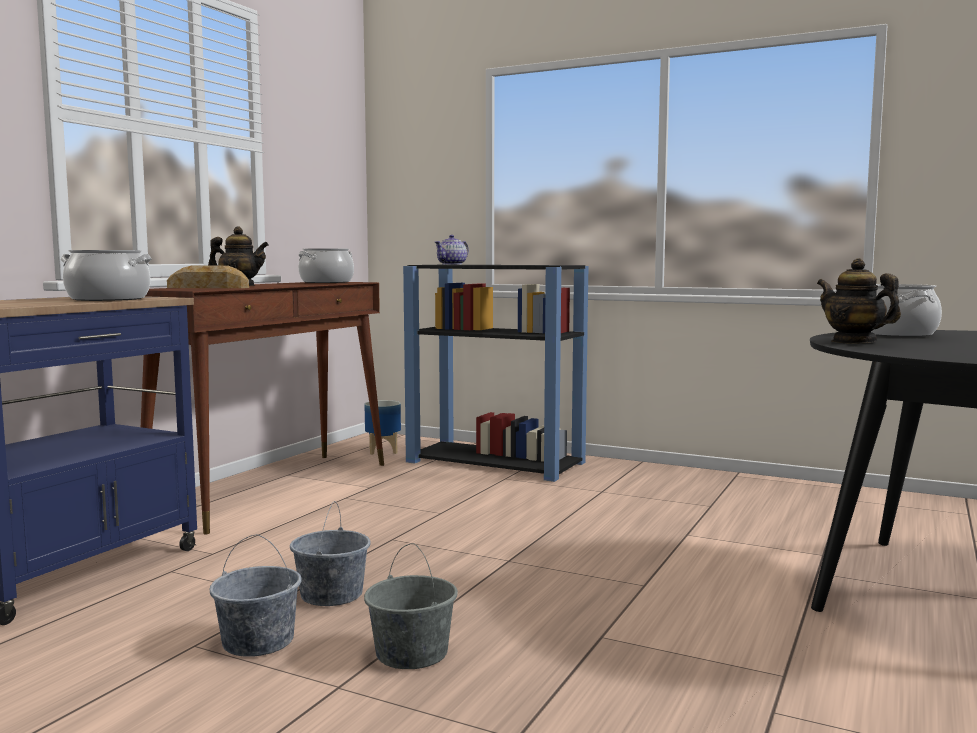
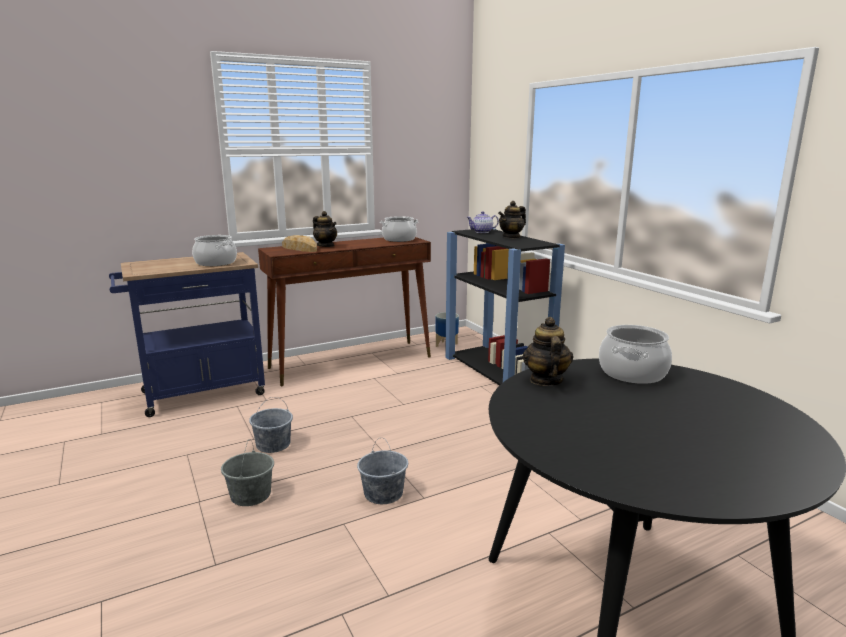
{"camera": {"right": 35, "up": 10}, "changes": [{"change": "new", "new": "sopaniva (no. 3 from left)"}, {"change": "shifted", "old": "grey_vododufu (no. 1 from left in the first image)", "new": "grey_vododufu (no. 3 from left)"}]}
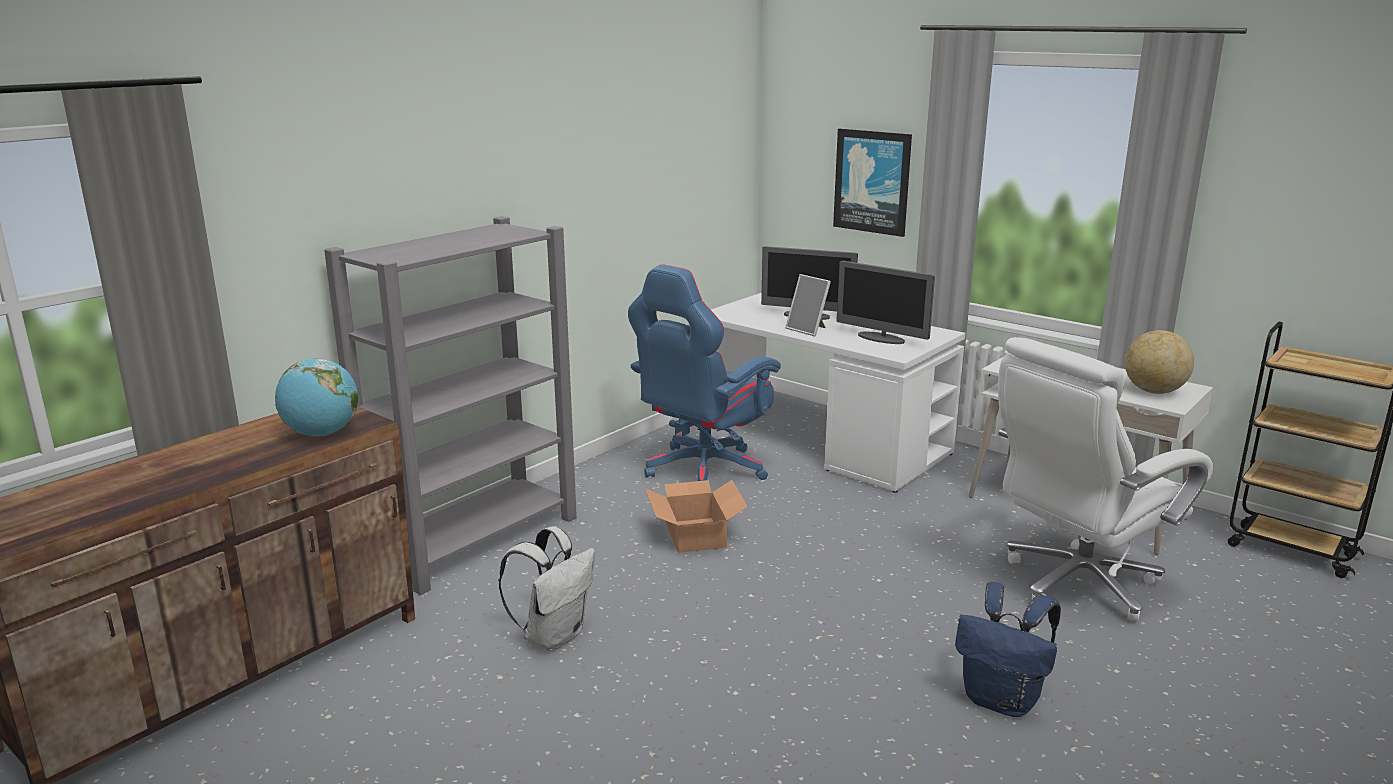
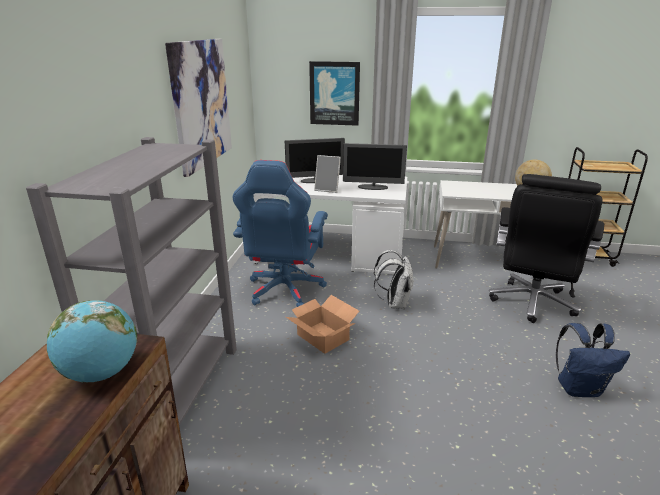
{"camera": {"right": -30, "up": 5}, "changes": [{"change": "new", "new": "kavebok (no. 1 from left)"}, {"change": "shifted", "old": "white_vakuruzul"}, {"change": "repainted", "old": "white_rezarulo", "new": "black_rezarulo"}]}
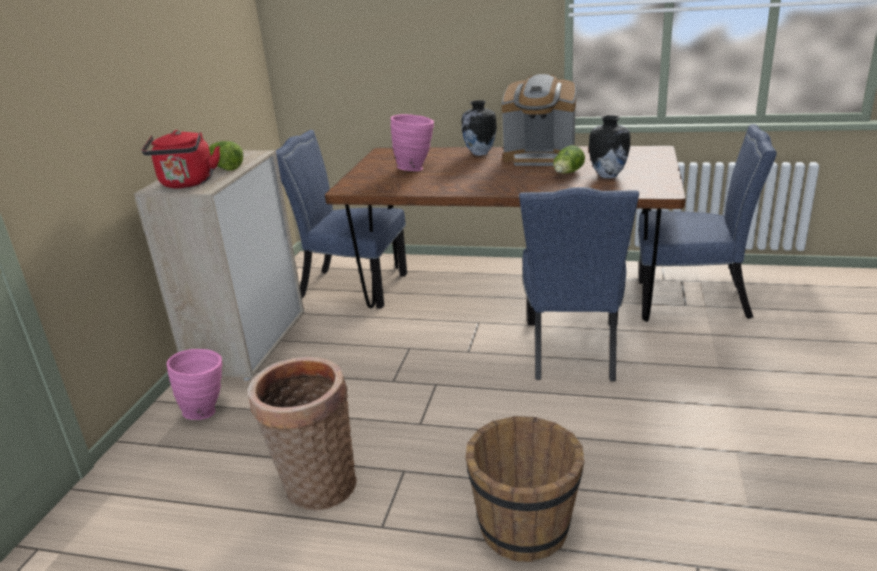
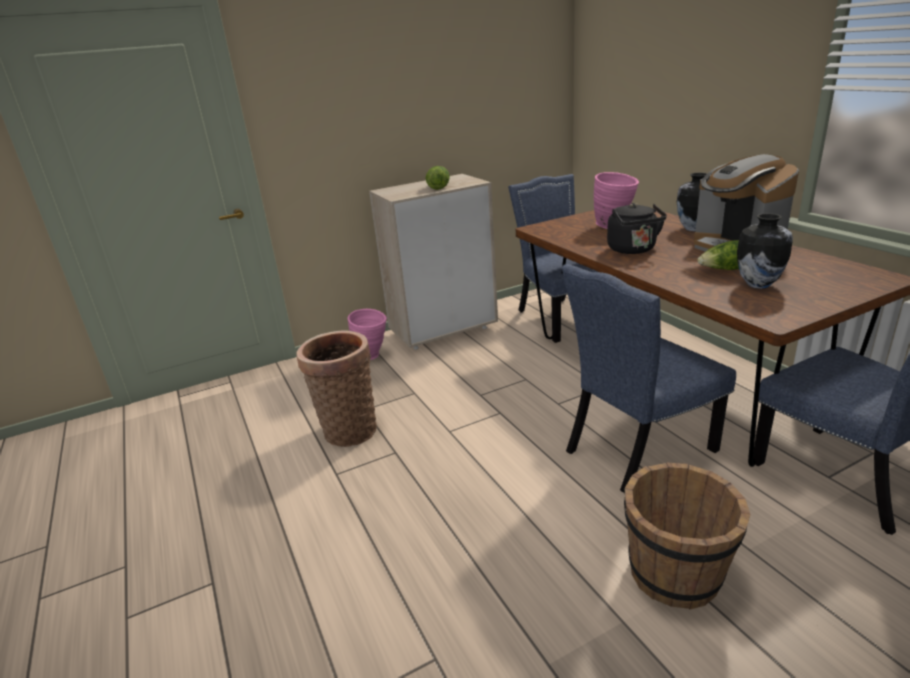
{"camera": {"right": 50, "up": 0}, "changes": [{"change": "gone", "old": "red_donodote"}, {"change": "new", "new": "black_donodote"}, {"change": "shifted", "old": "brown_vododufu"}]}
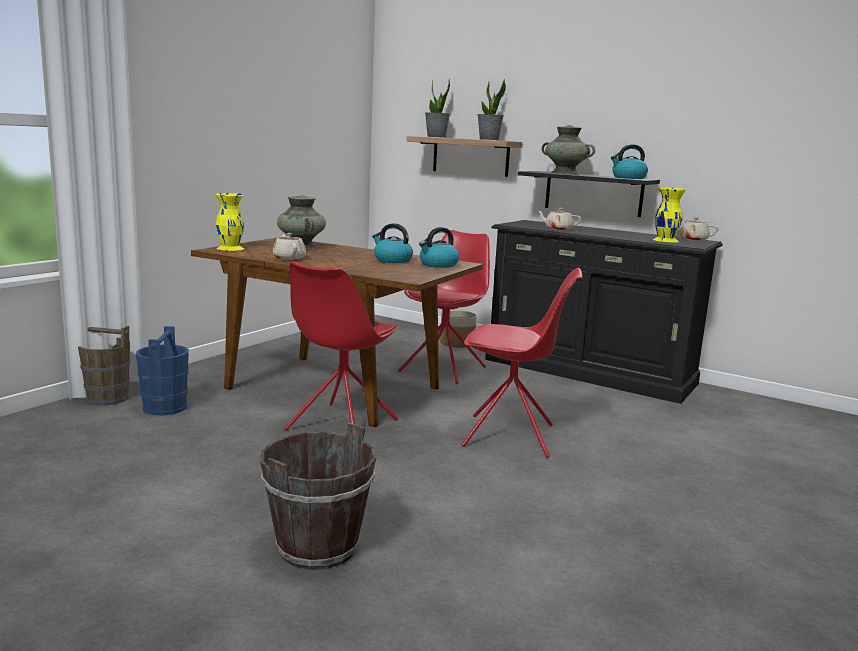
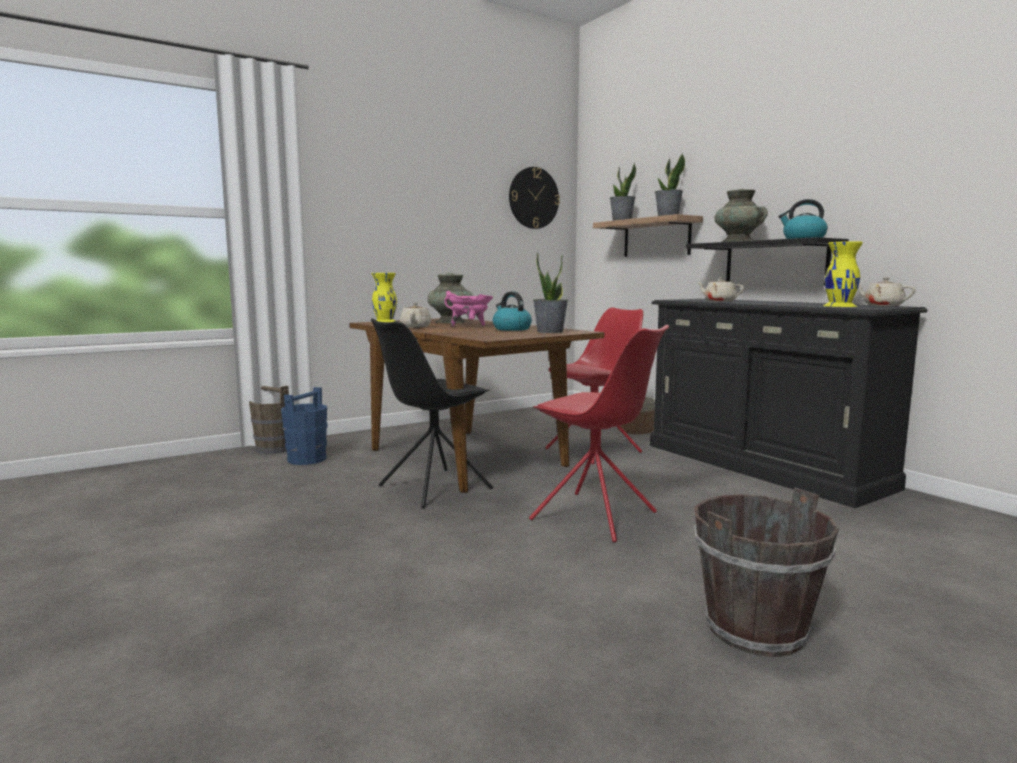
{"camera": {"right": 25, "up": -5}, "changes": [{"change": "new", "new": "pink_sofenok"}, {"change": "new", "new": "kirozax"}, {"change": "shifted", "old": "brown_vododufu (no. 2 from left)"}, {"change": "swapped", "old": "donodote (no. 2 from left)", "new": "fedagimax (no. 1 from left)"}, {"change": "repainted", "old": "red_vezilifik (no. 1 from left)", "new": "black_vezilifik"}]}
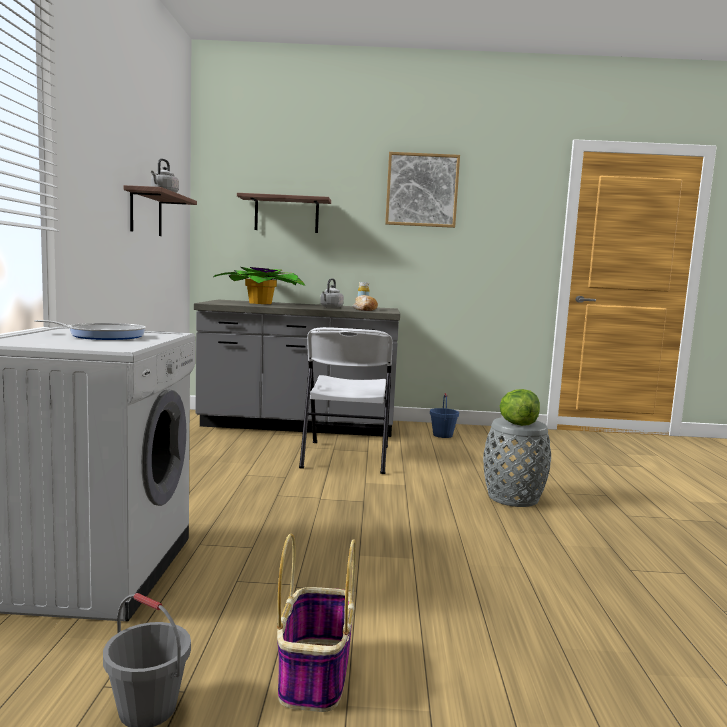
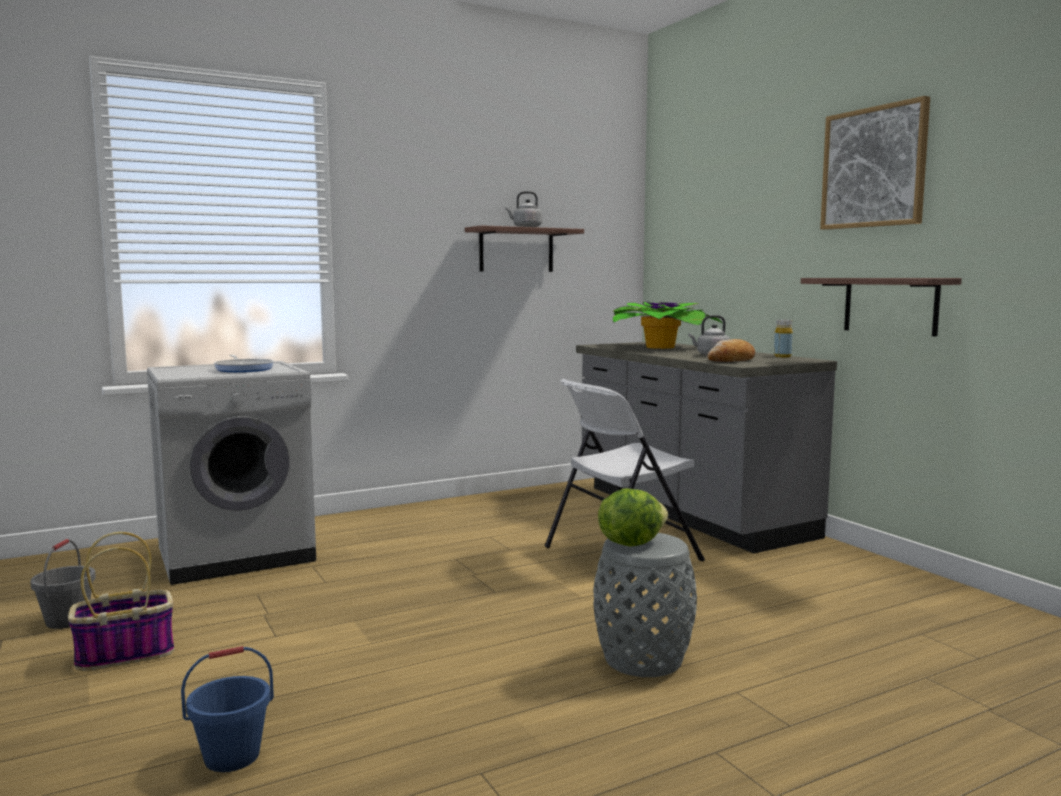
{"camera": {"right": 60, "up": 0}, "changes": [{"change": "shifted", "old": "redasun (no. 2 from left)"}, {"change": "shifted", "old": "blue_vododufu"}]}
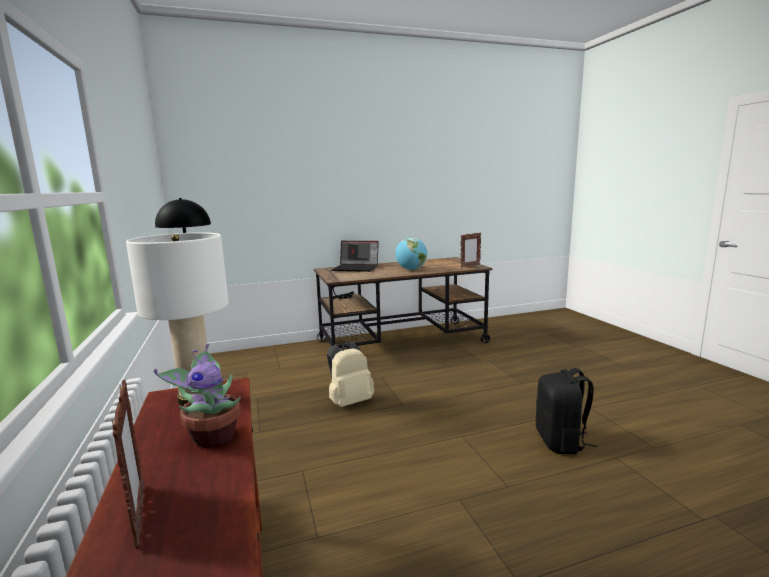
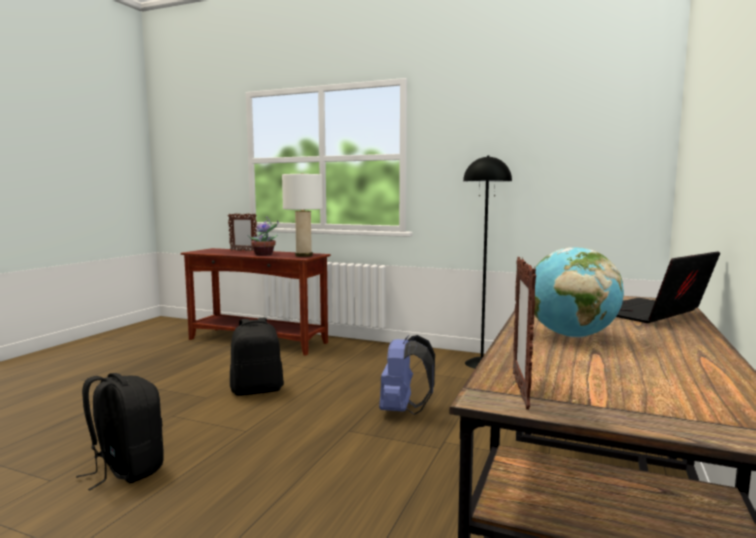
{"camera": {"right": 130, "up": -5}, "changes": [{"change": "new", "new": "black_vakuruzul (no. 2 from left)"}, {"change": "repainted", "old": "beige_vakuruzul", "new": "blue_vakuruzul"}]}
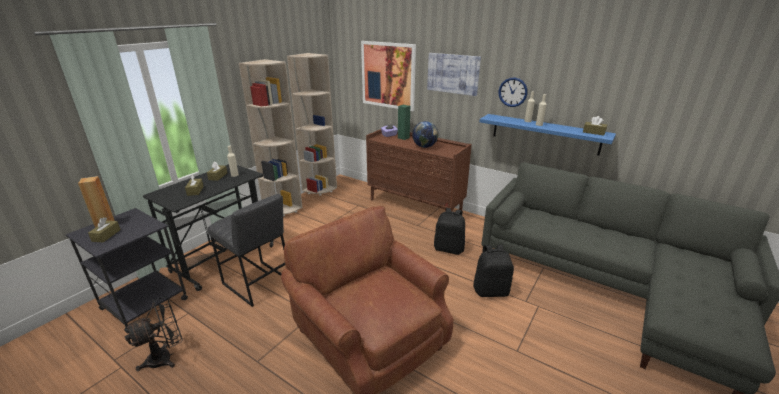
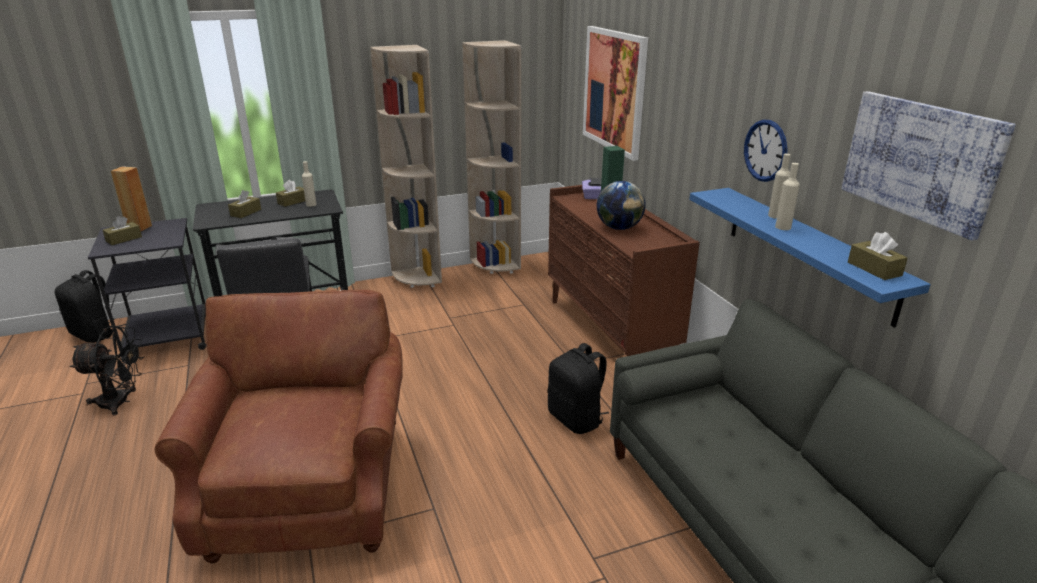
{"camera": {"right": 35, "up": 0}, "changes": [{"change": "shifted", "old": "kavebok (no. 2 from left)"}, {"change": "shifted", "old": "black_vakuruzul (no. 2 from left in the first image)", "new": "black_vakuruzul (no. 1 from left)"}]}
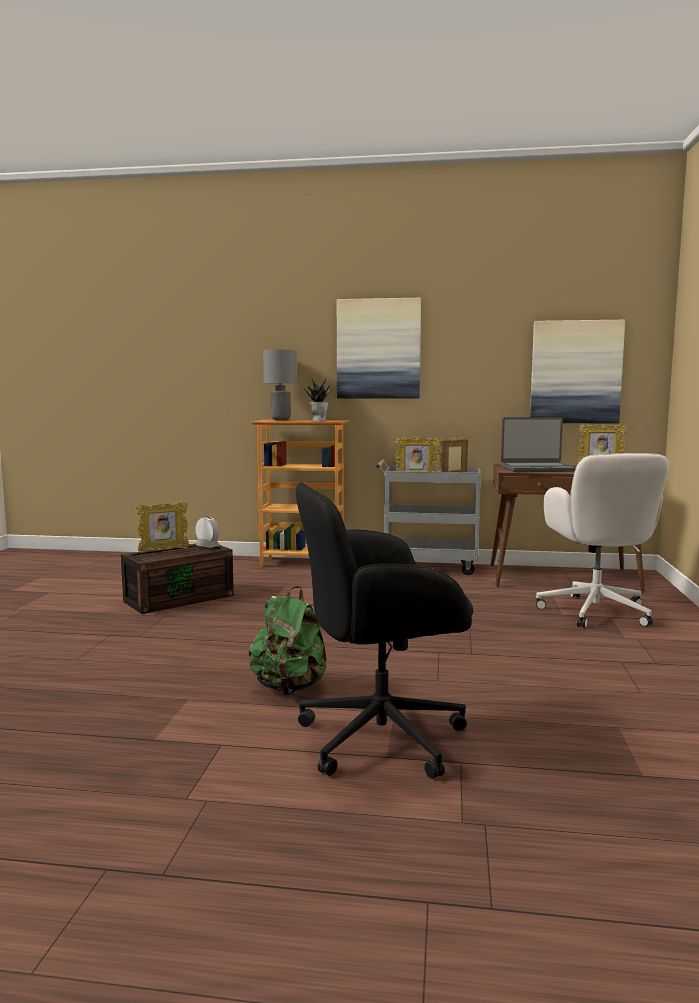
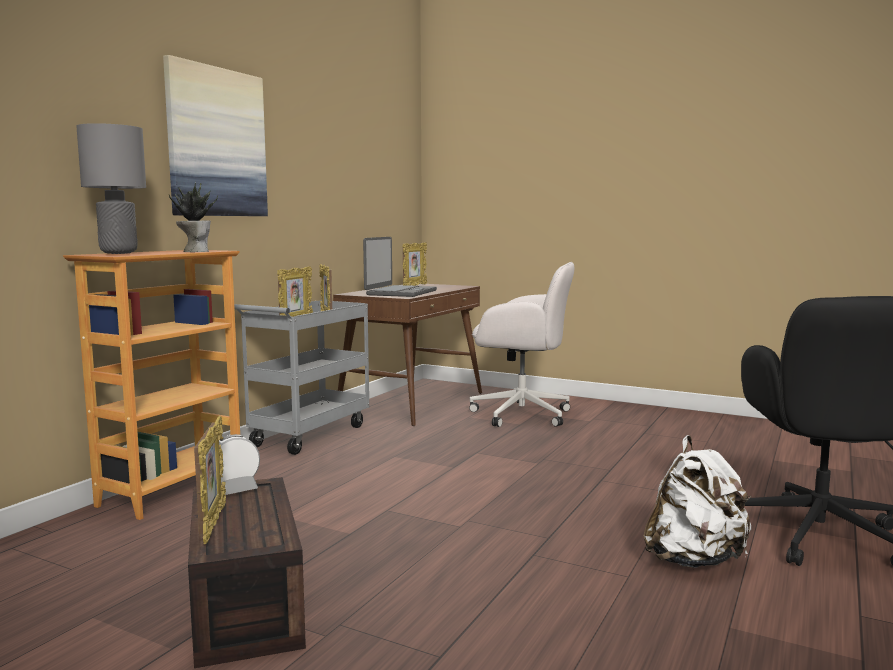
{"camera": {"right": -70, "up": 0}, "changes": [{"change": "gone", "old": "kavebok (no. 2 from left)"}, {"change": "repainted", "old": "green_vakuruzul", "new": "white_vakuruzul"}]}
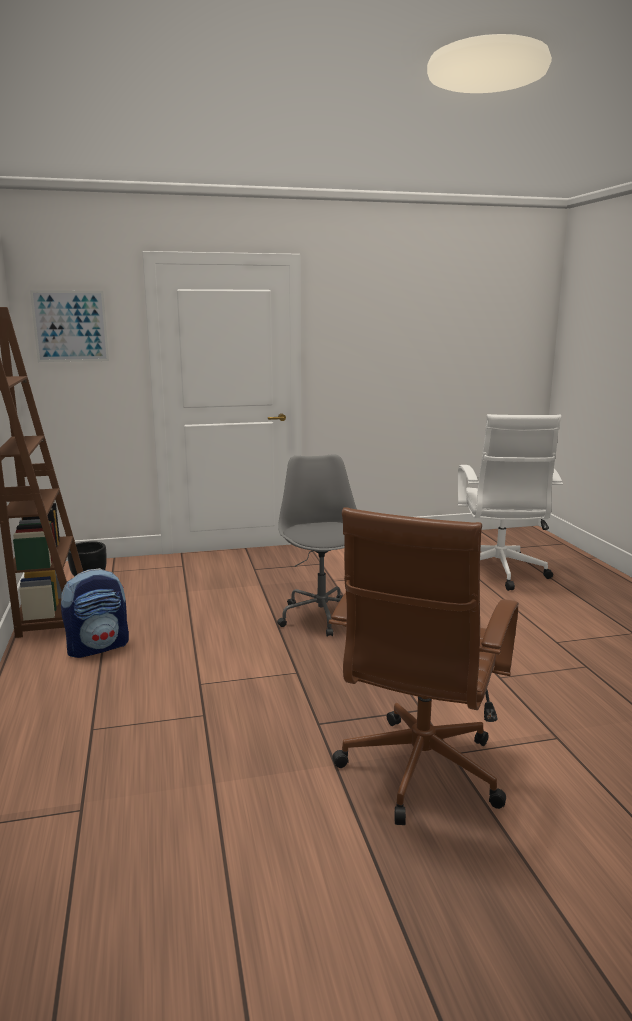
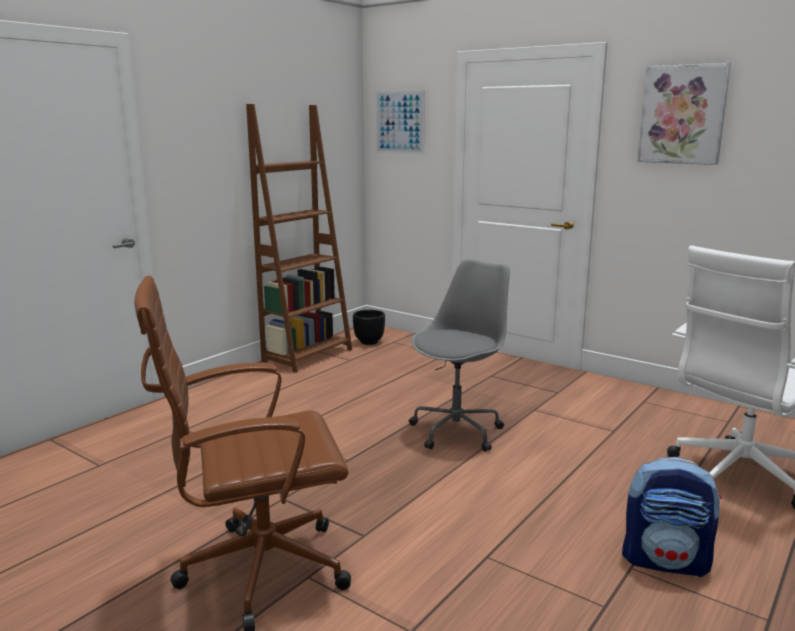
{"camera": {"right": 50, "up": 0}, "changes": [{"change": "new", "new": "kavebok (no. 2 from left)"}, {"change": "shifted", "old": "vakuruzul"}]}
